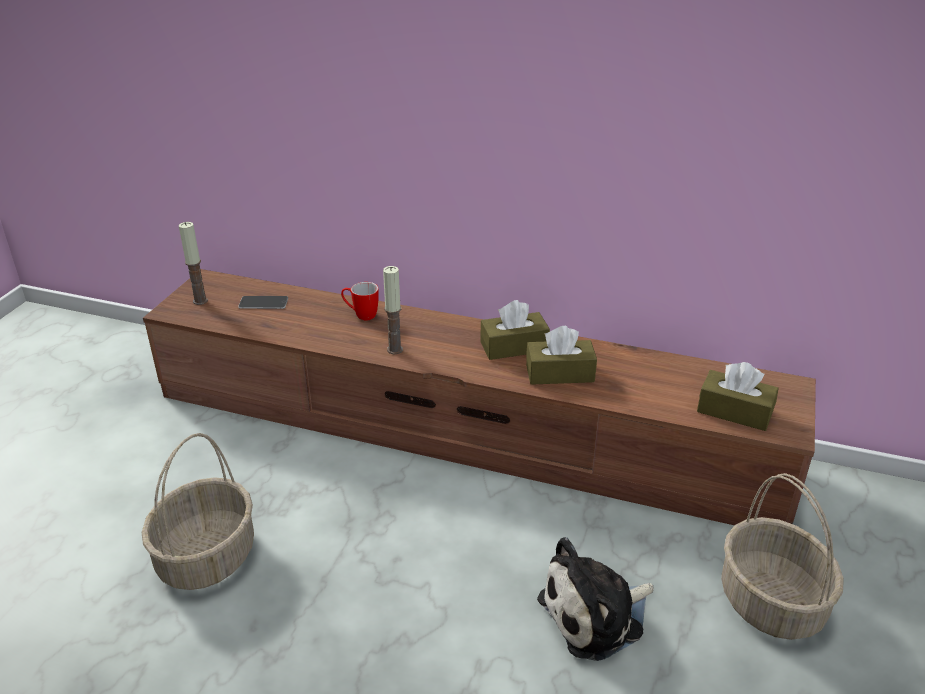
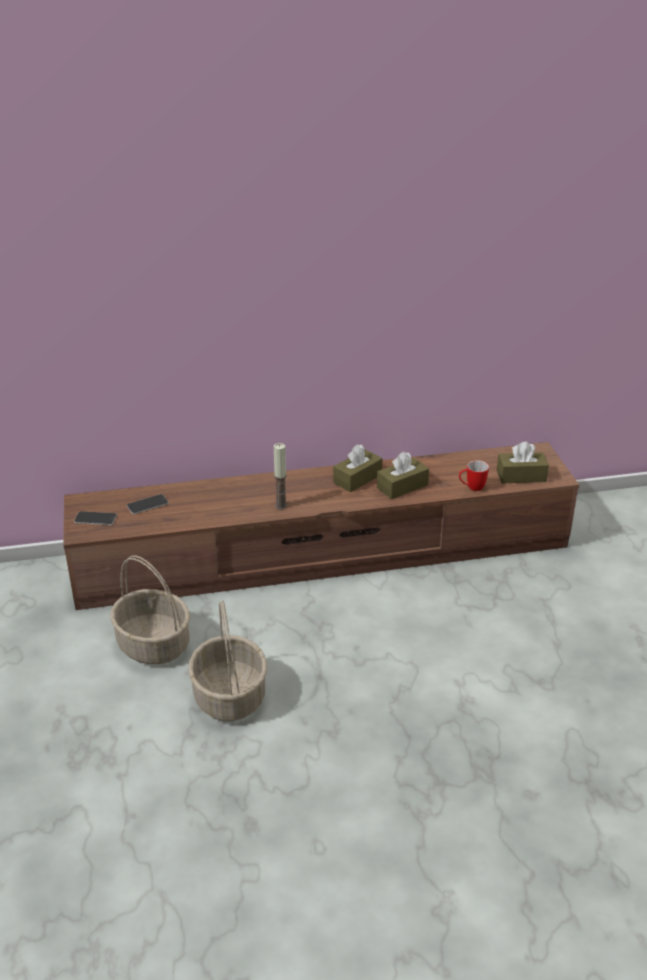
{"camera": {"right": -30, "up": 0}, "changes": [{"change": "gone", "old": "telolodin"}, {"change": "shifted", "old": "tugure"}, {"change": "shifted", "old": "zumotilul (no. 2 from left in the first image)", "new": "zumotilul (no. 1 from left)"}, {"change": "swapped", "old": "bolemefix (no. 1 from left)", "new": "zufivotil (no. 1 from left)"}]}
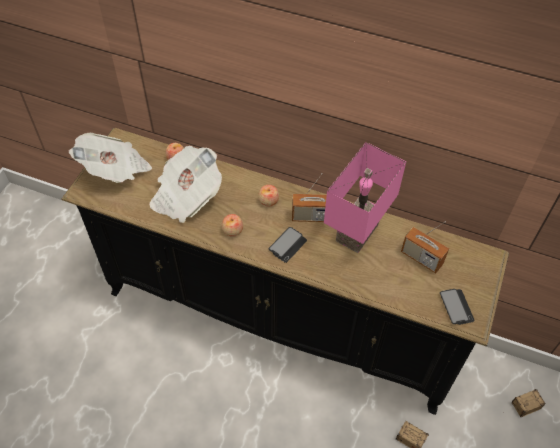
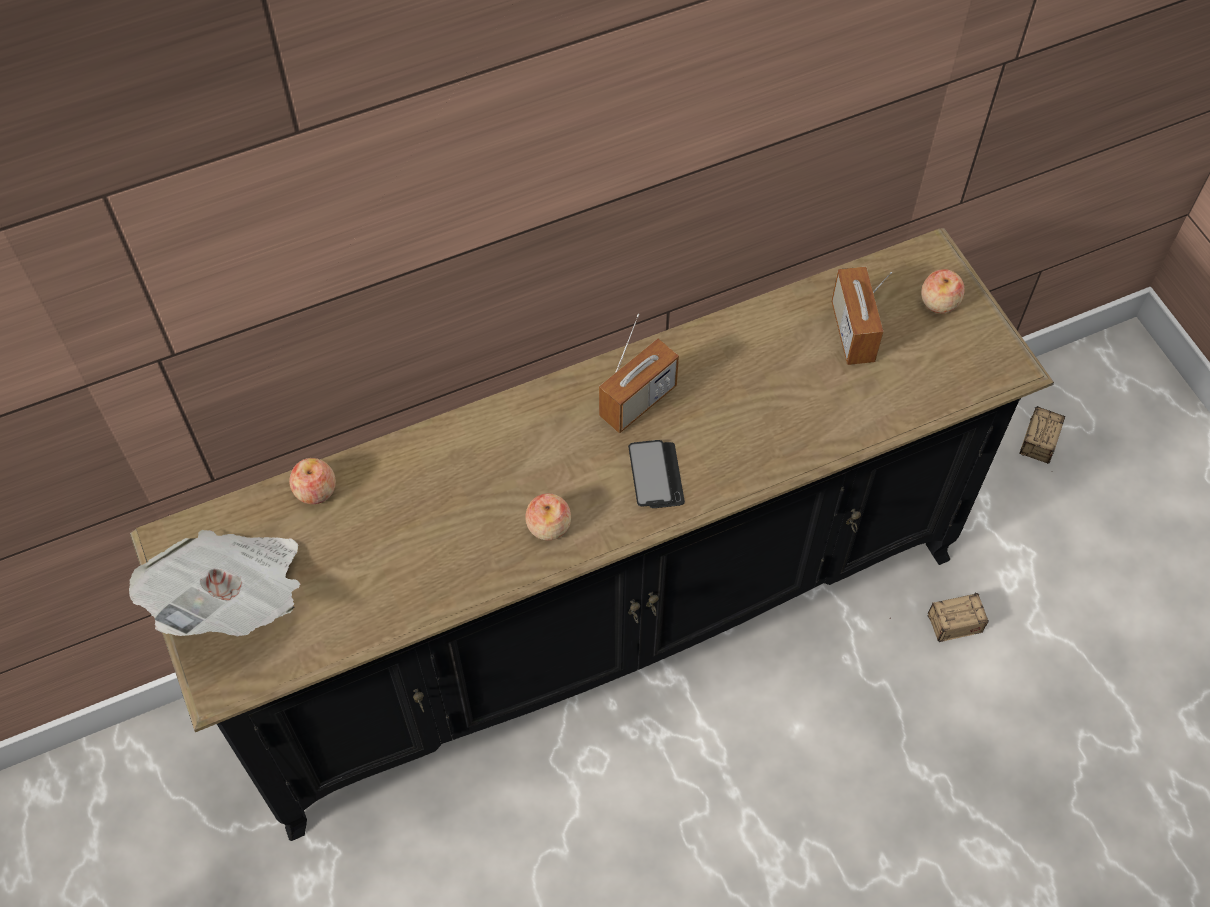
{"camera": {"right": -45, "up": 5}, "changes": [{"change": "gone", "old": "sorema (no. 2 from left)"}, {"change": "gone", "old": "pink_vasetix"}, {"change": "gone", "old": "zufivotil (no. 2 from left)"}, {"change": "shifted", "old": "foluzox (no. 3 from left)"}, {"change": "rotated", "old": "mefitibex (no. 2 from left)", "degrees": 90}]}
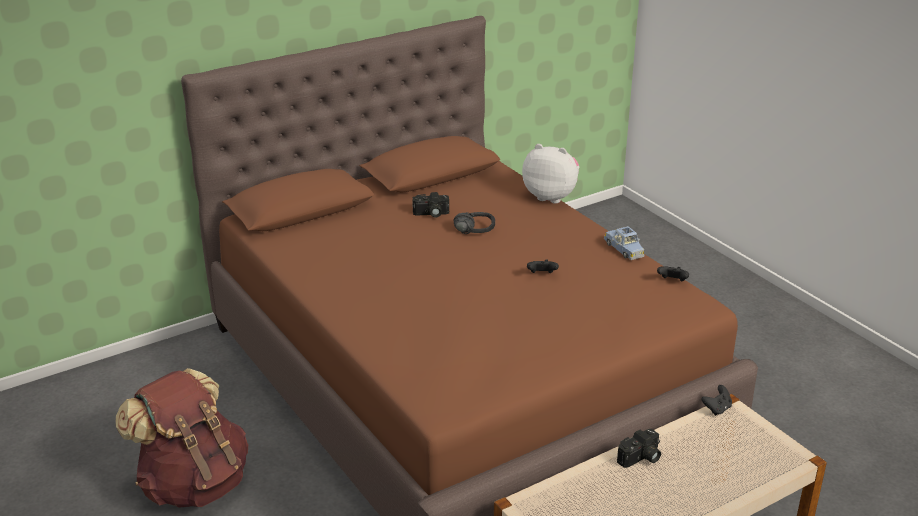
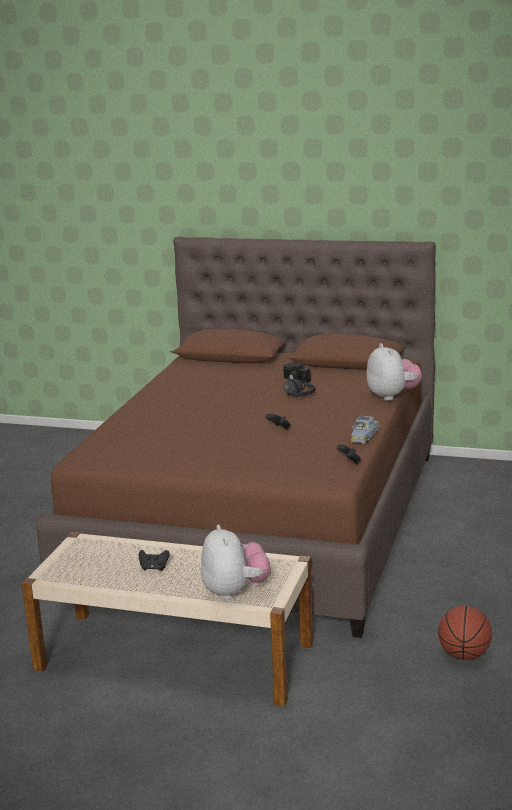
{"camera": {"right": 50, "up": -10}, "changes": [{"change": "gone", "old": "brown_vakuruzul"}, {"change": "gone", "old": "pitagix (no. 2 from left)"}, {"change": "new", "new": "telolodin (no. 1 from left)"}, {"change": "new", "new": "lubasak"}, {"change": "shifted", "old": "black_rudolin (no. 3 from left in the first image)", "new": "black_rudolin (no. 1 from left)"}]}
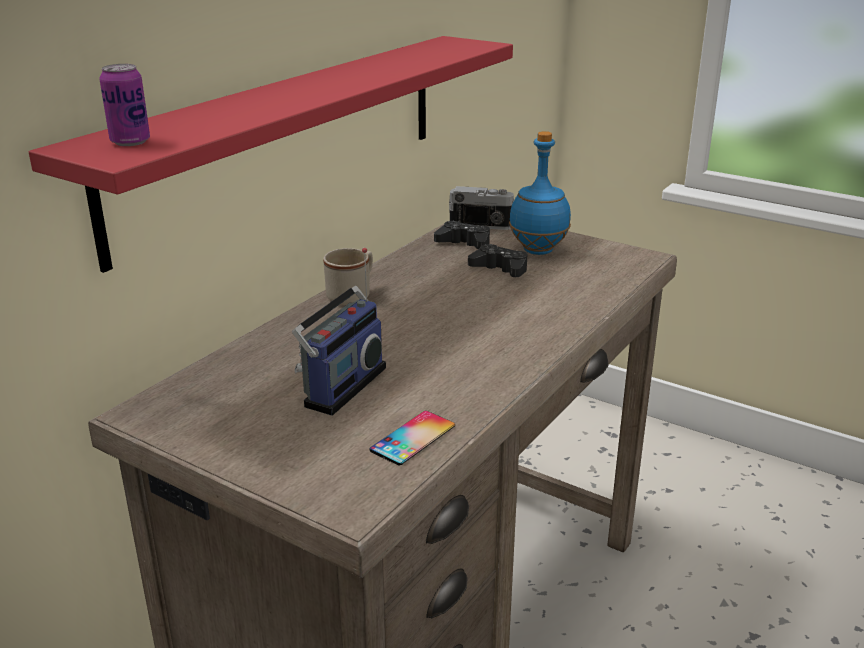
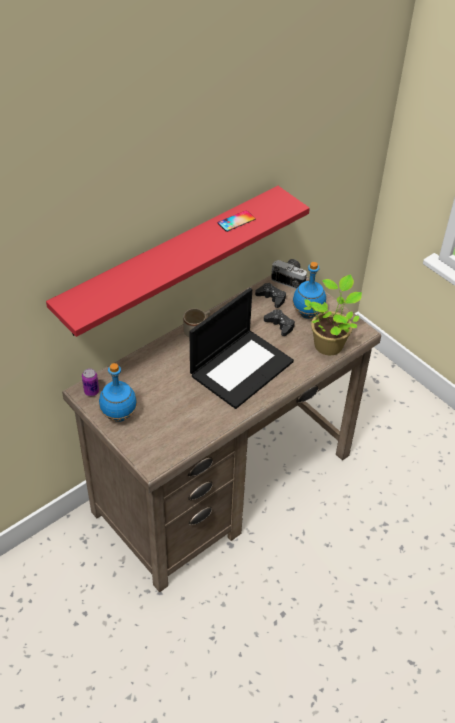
{"camera": {"right": 15, "up": 20}, "changes": [{"change": "gone", "old": "mefitibex"}, {"change": "new", "new": "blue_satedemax (no. 1 from left)"}, {"change": "new", "new": "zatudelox"}, {"change": "new", "new": "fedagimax"}, {"change": "shifted", "old": "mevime"}, {"change": "shifted", "old": "zufivotil"}]}
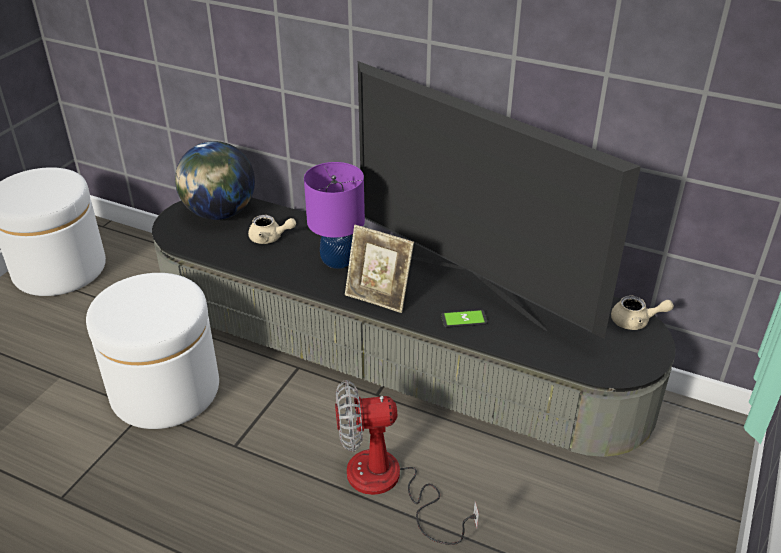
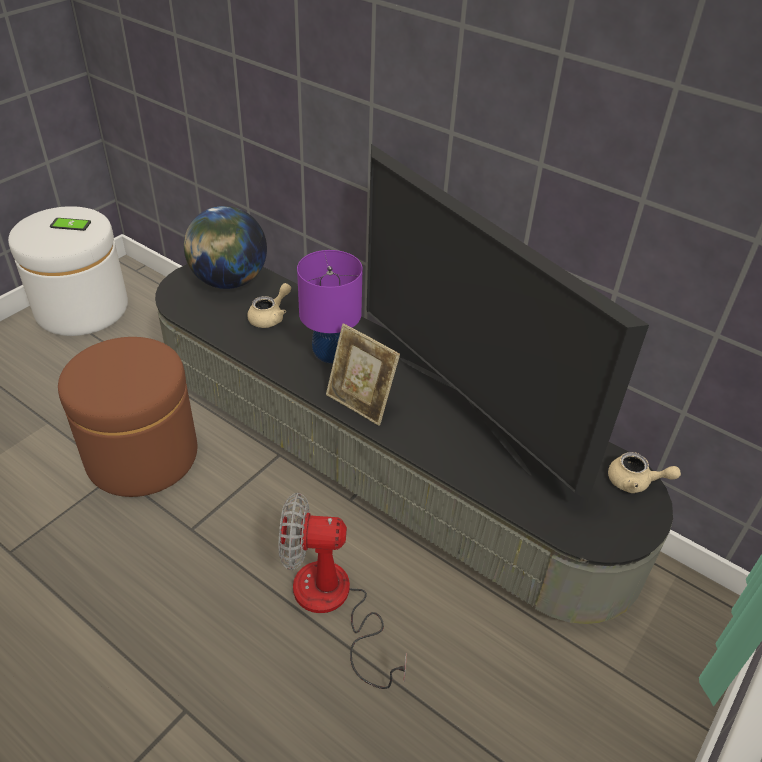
{"camera": {"right": 10, "up": 5}, "changes": [{"change": "shifted", "old": "zufivotil"}, {"change": "repainted", "old": "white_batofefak (no. 2 from left)", "new": "brown_batofefak"}, {"change": "rotated", "old": "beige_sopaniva (no. 1 from left)", "degrees": -75}]}
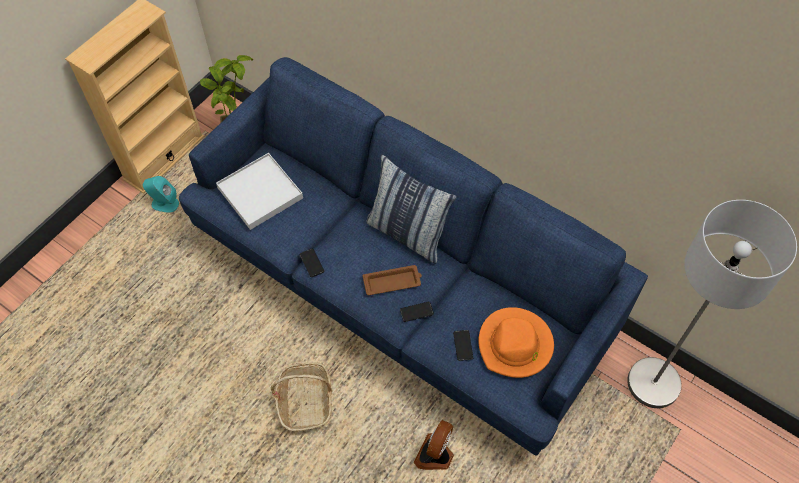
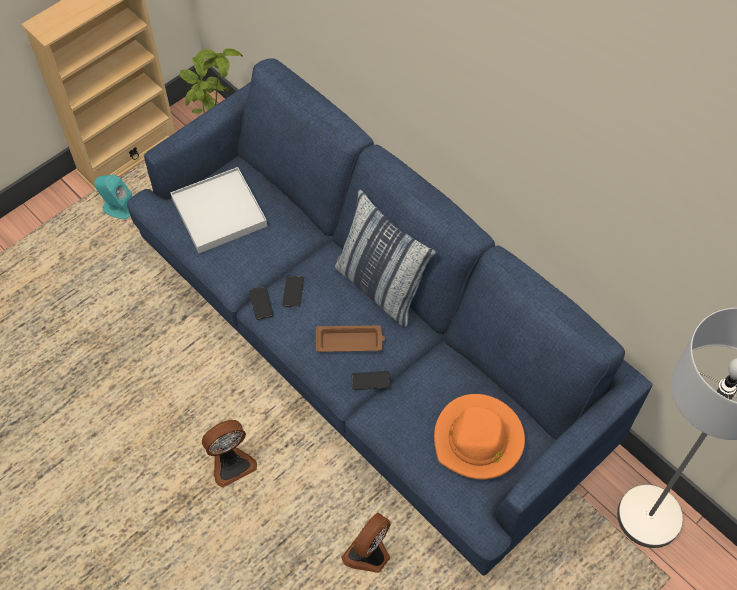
{"camera": {"right": 10, "up": 0}, "changes": [{"change": "shifted", "old": "zufivotil (no. 3 from left in the first image)", "new": "zufivotil (no. 2 from left)"}, {"change": "swapped", "old": "zumotilul", "new": "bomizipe (no. 1 from left)"}]}
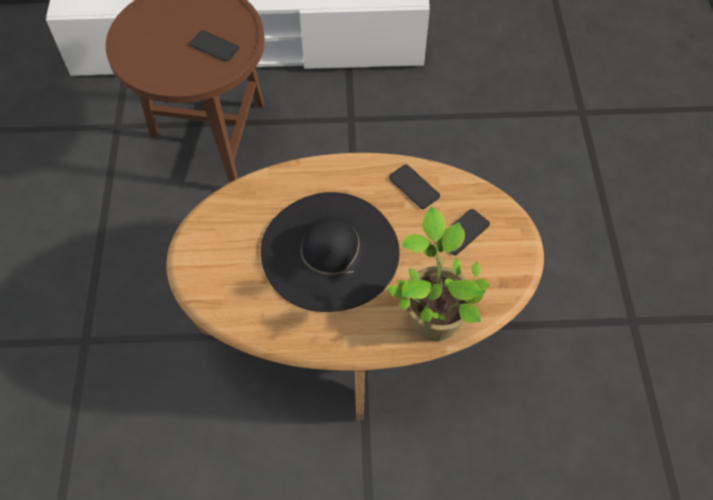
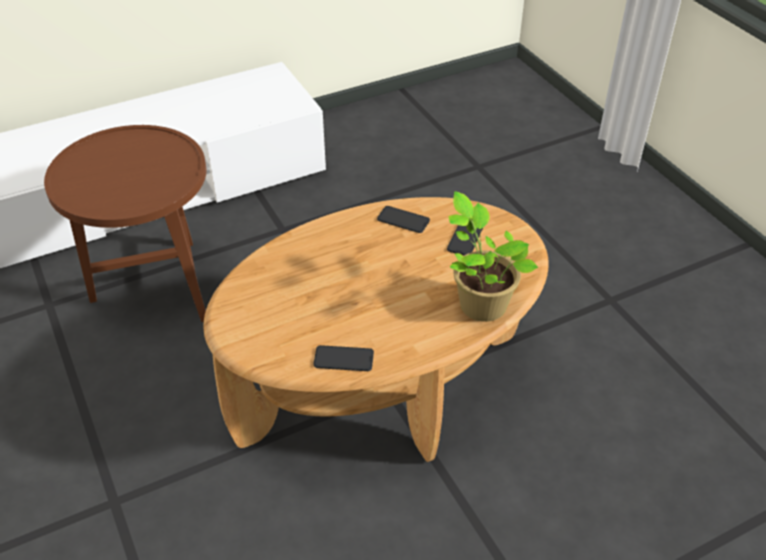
{"camera": {"right": -25, "up": -15}, "changes": [{"change": "gone", "old": "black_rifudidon"}, {"change": "shifted", "old": "zufivotil (no. 1 from left)"}]}
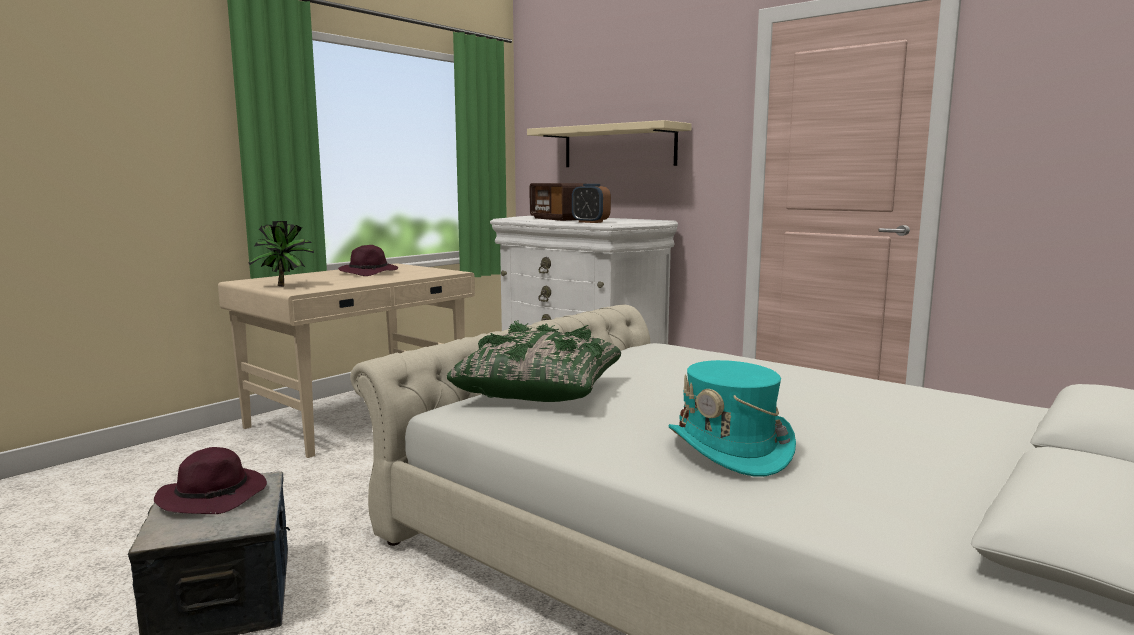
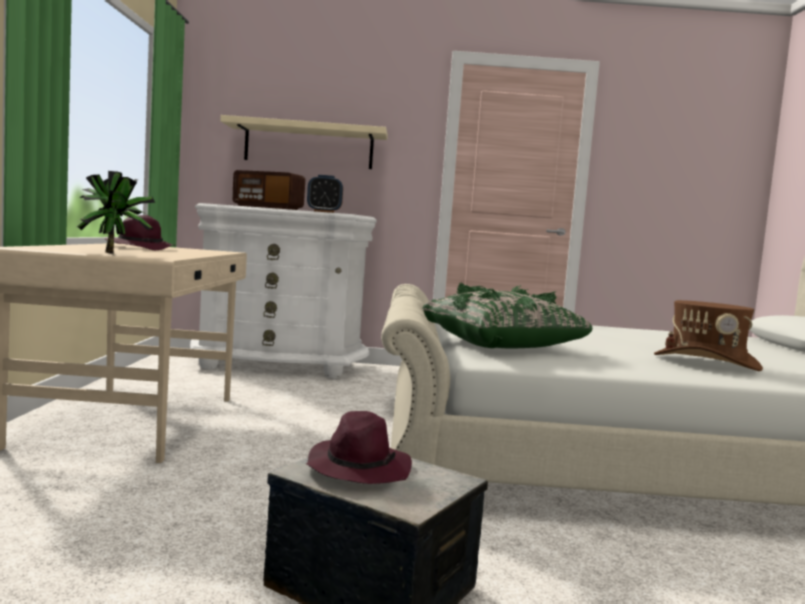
{"camera": {"right": -40, "up": -5}, "changes": [{"change": "repainted", "old": "turquoise_rifudidon", "new": "brown_rifudidon"}]}
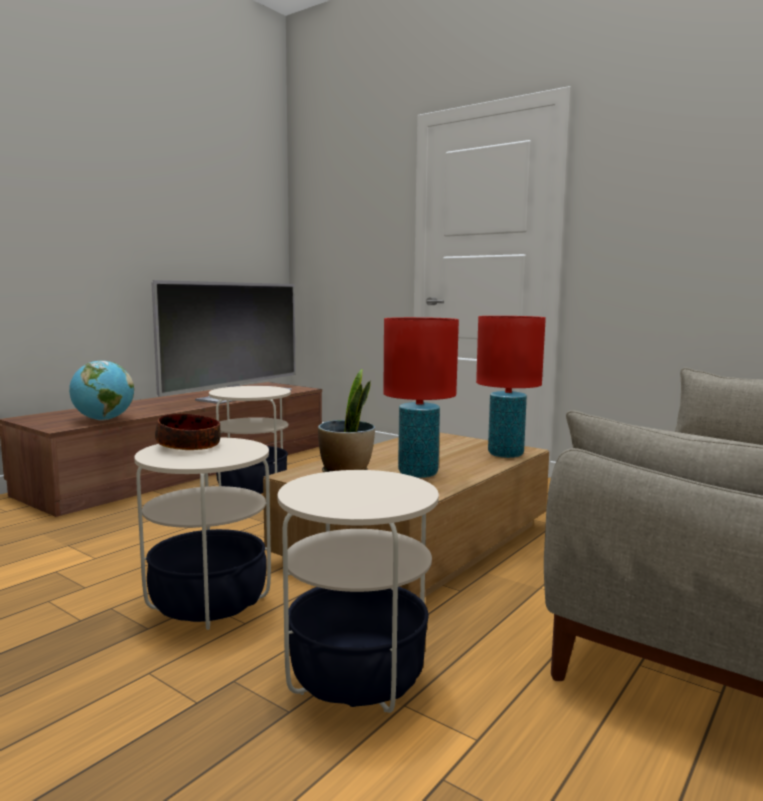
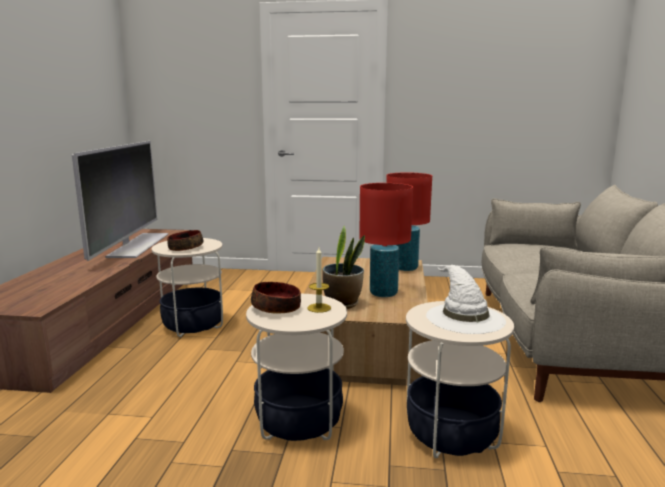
{"camera": {"right": -30, "up": 5}, "changes": [{"change": "gone", "old": "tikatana"}, {"change": "new", "new": "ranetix (no. 1 from left)"}, {"change": "new", "new": "bolemefix"}, {"change": "new", "new": "white_rifudidon"}]}
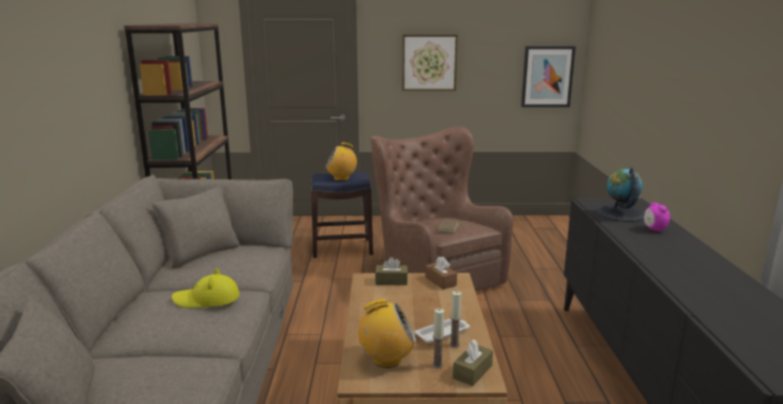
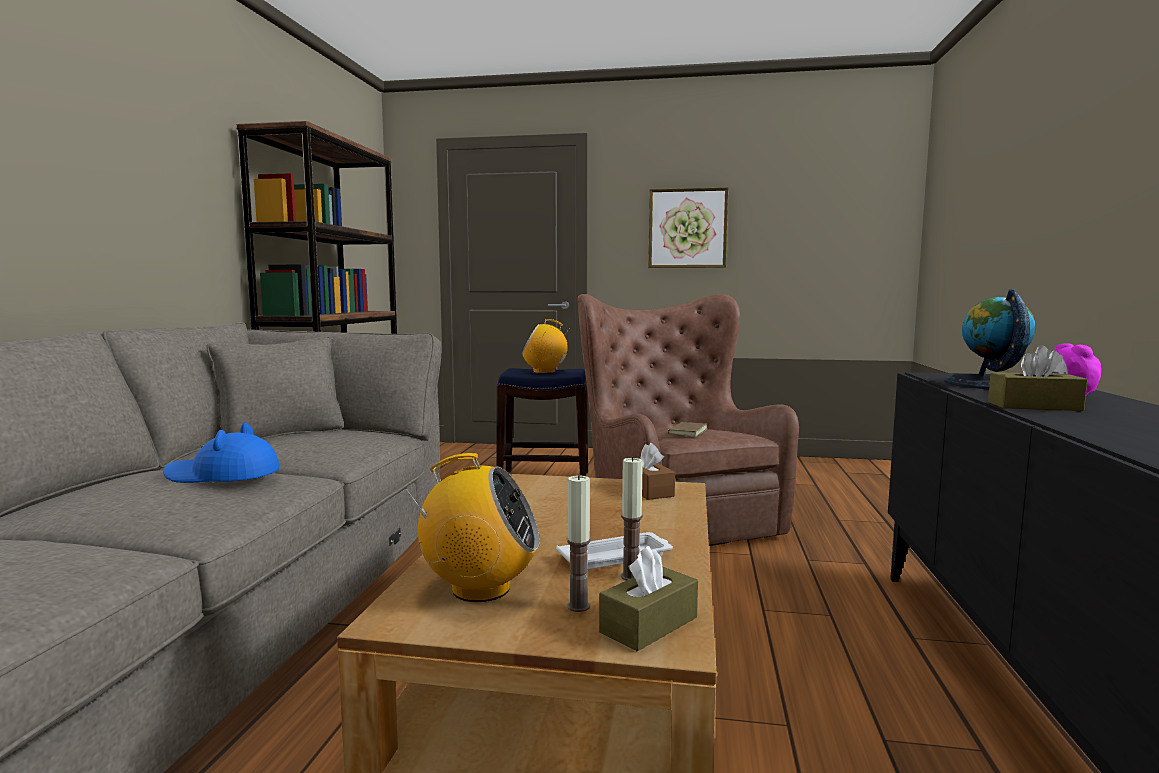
{"camera": {"right": 10, "up": -10}, "changes": [{"change": "gone", "old": "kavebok (no. 2 from left)"}, {"change": "shifted", "old": "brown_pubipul (no. 1 from left in the first image)", "new": "brown_pubipul (no. 3 from left)"}, {"change": "repainted", "old": "yellow_rifudidon", "new": "blue_rifudidon"}]}
